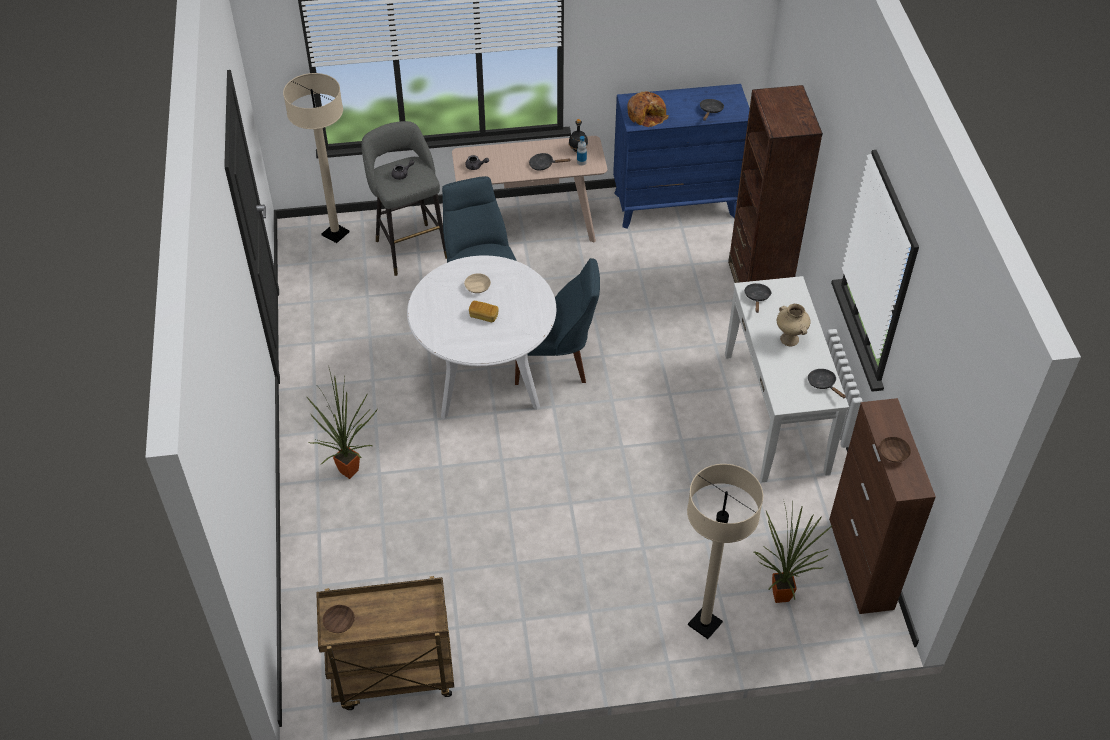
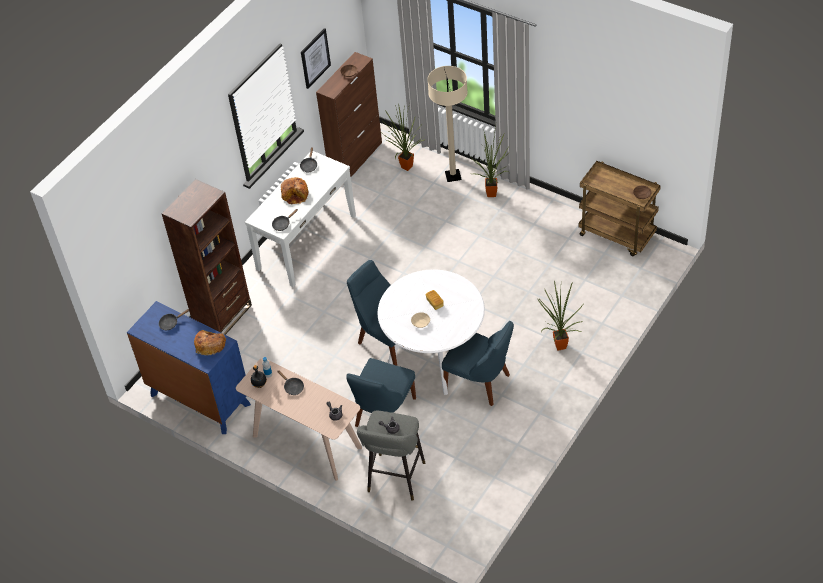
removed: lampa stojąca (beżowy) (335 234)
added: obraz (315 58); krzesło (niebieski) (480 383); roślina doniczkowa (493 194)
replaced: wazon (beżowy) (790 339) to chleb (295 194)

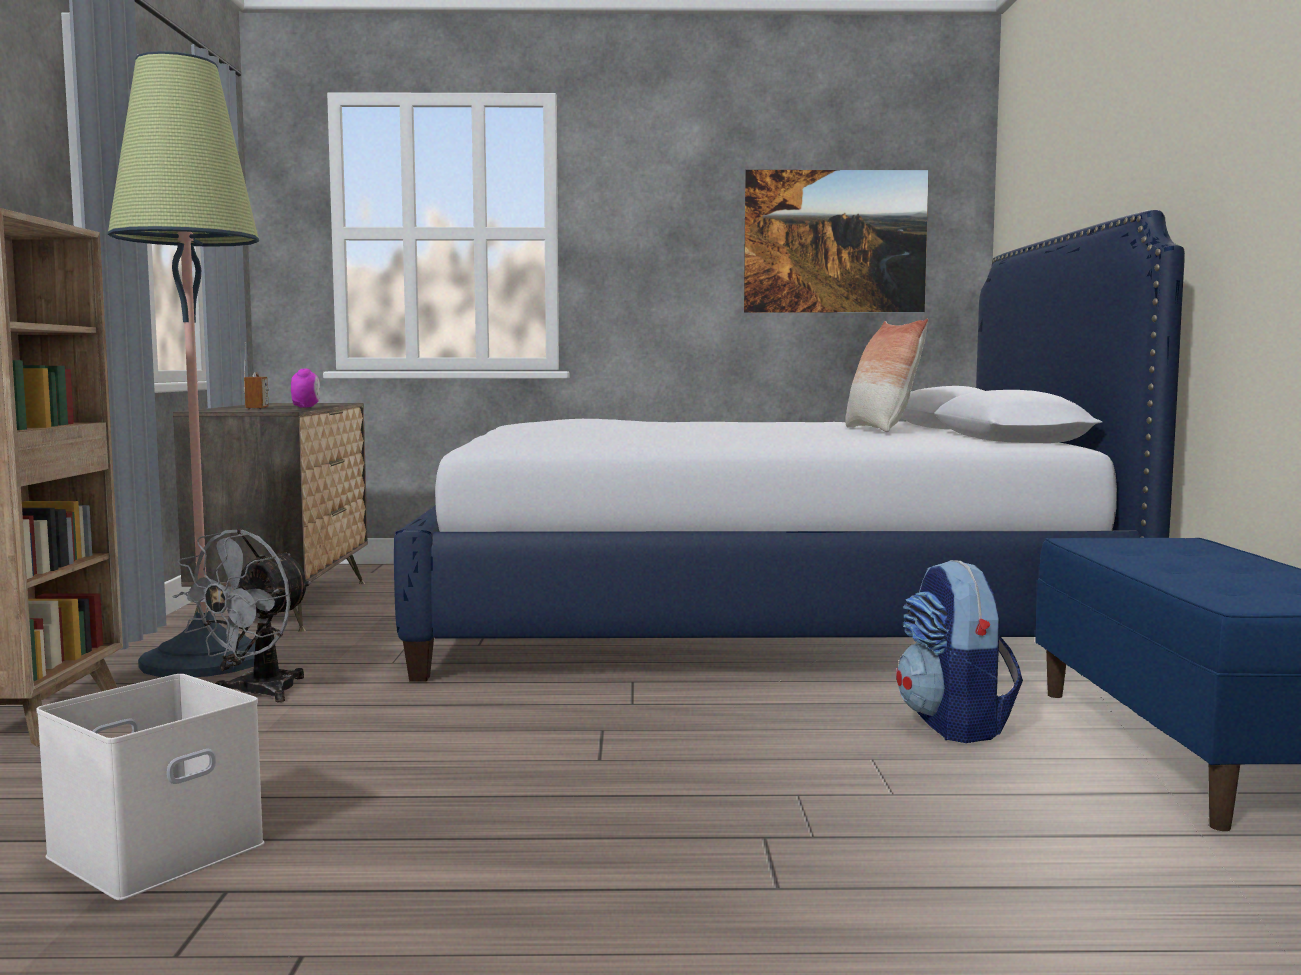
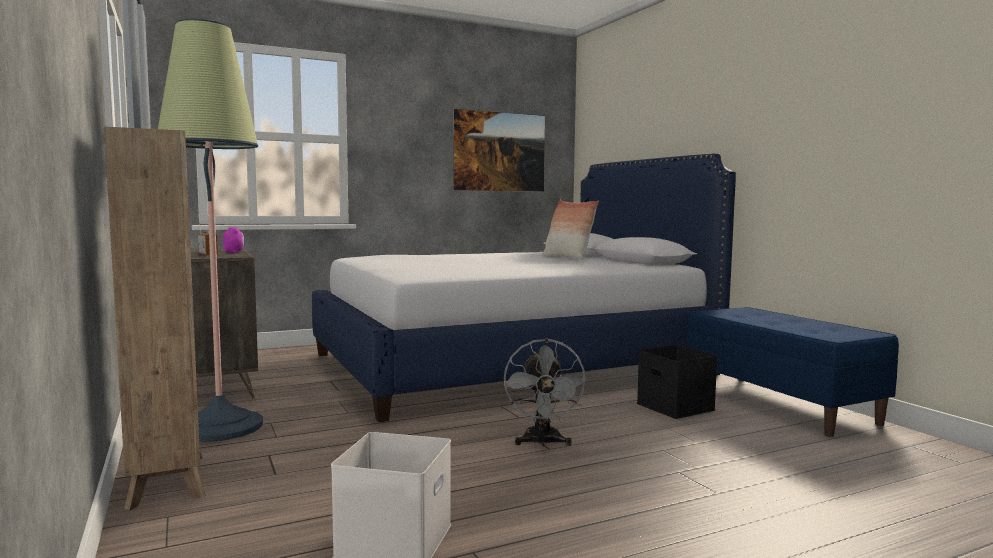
moved: wentylator (szary) (254 694) to (542 443)
replaced: plecak (955 725) to pojemnik do przechowywania (czarny) (677 407)

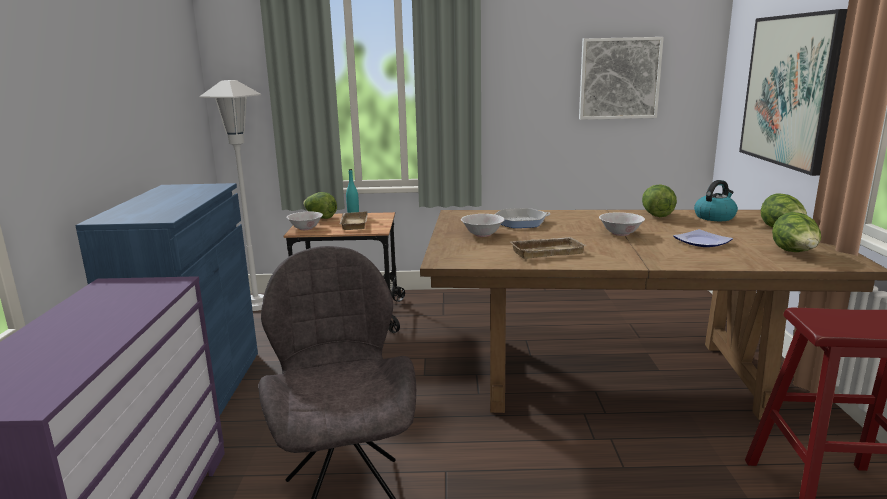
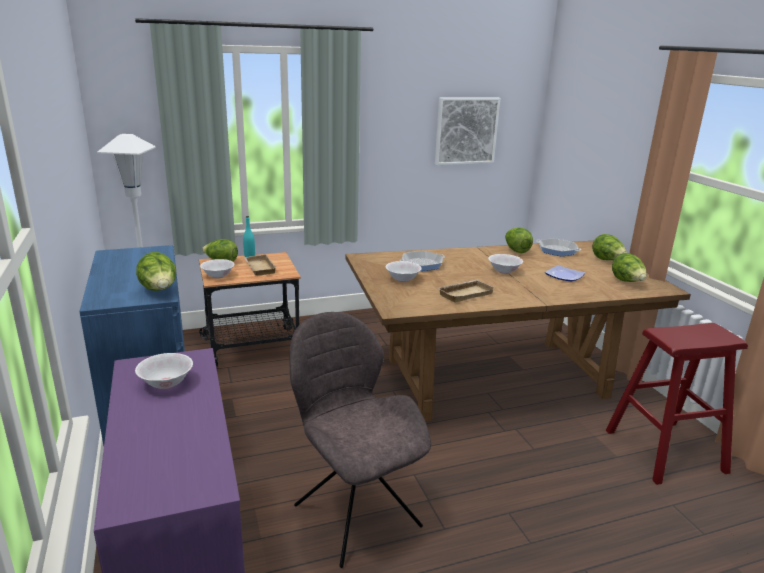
removed: obraz (789 90)
added: miska (biały) (166 383); sałata (159 290)
replaced: czajnik (714 217) to patelnia (557 250)

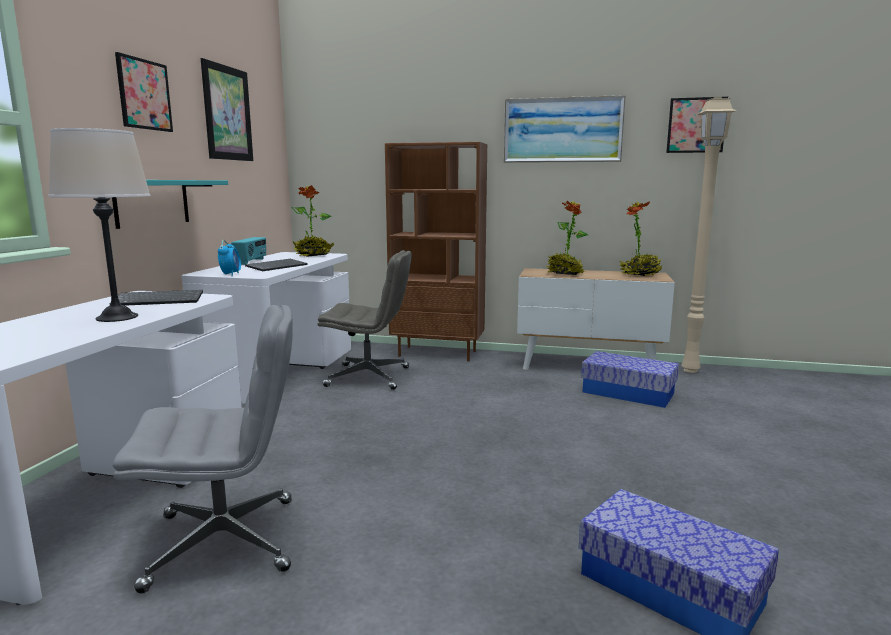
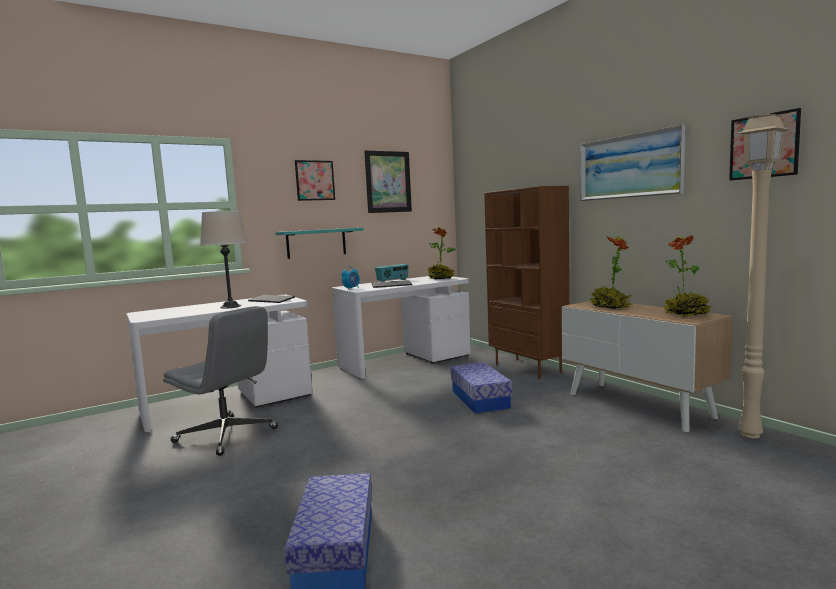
removed: krzesło biurowe (szary) (369 377)
moved: pojemnik do przechowywania (628 393) to (480 399)

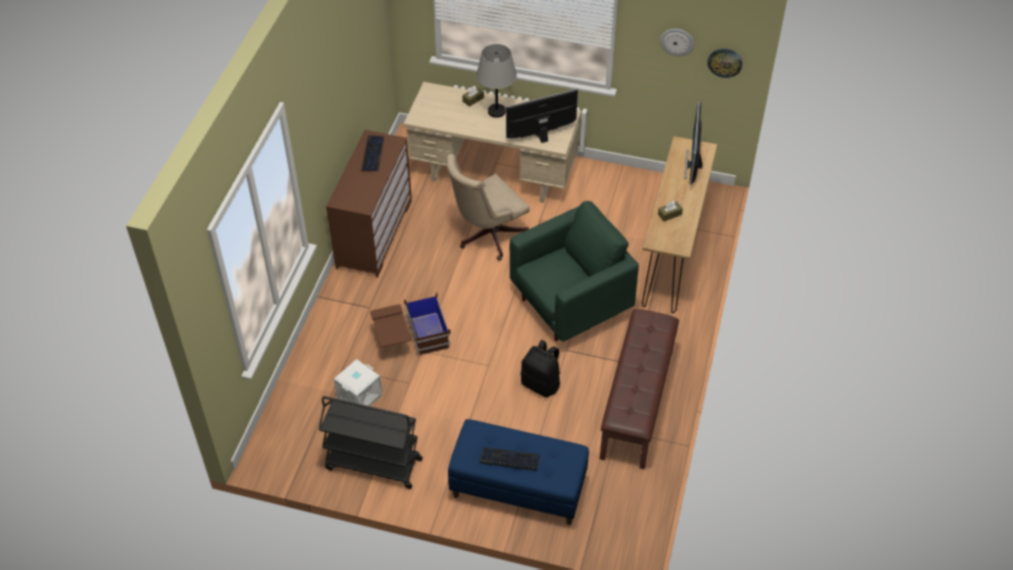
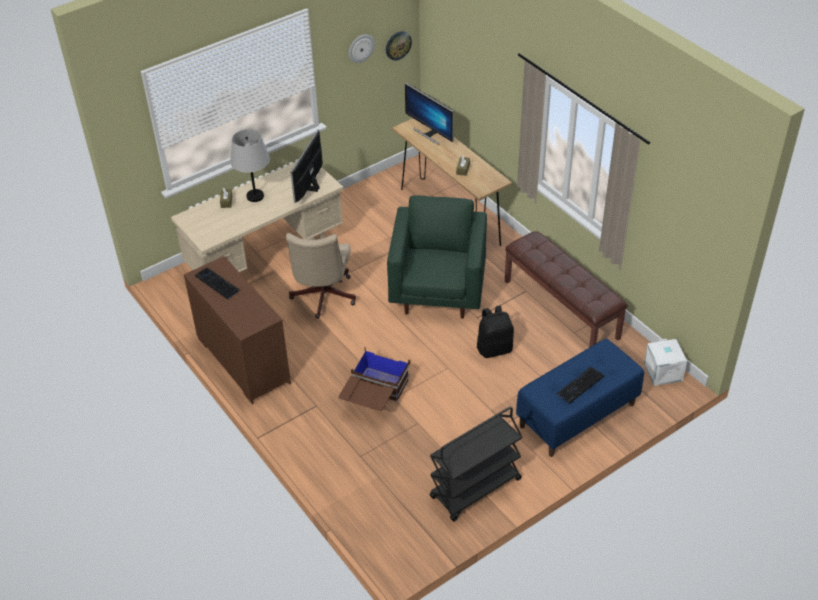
moved: pojemnik do przechowywania (biały) (359 395) to (662 372)

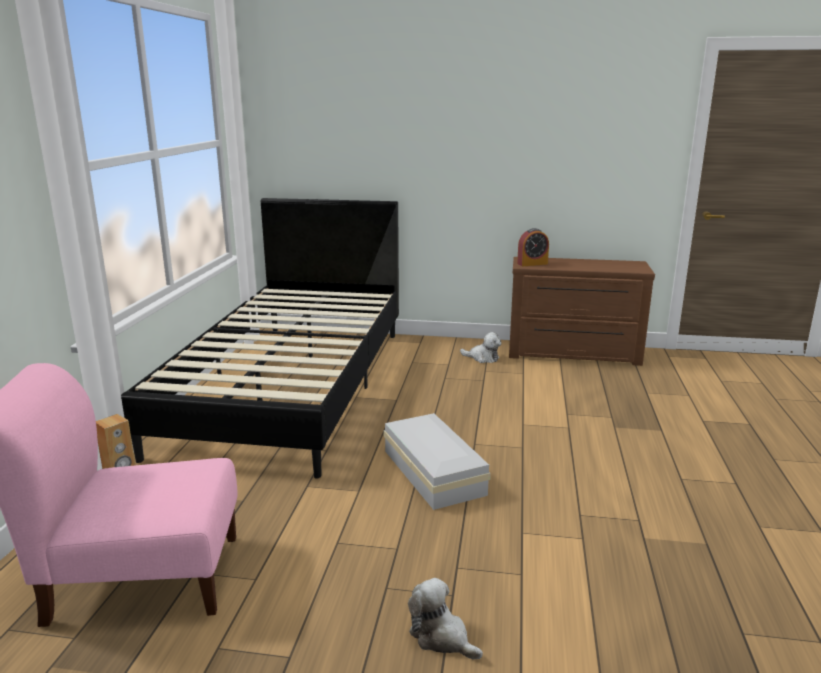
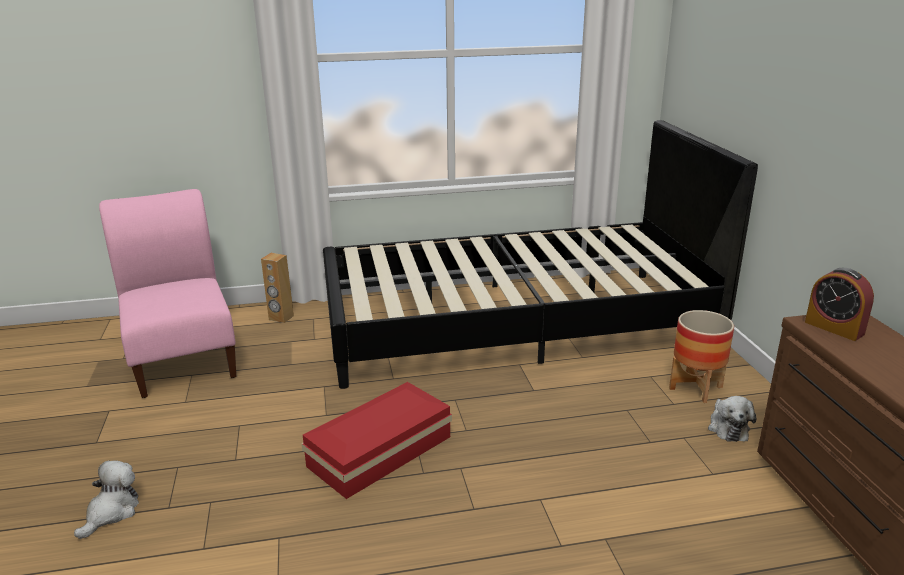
added: donica (696 388)
recoloured: pojemnik do przechowywania (biały) (434 471) to pojemnik do przechowywania (czerwony) (383 451)

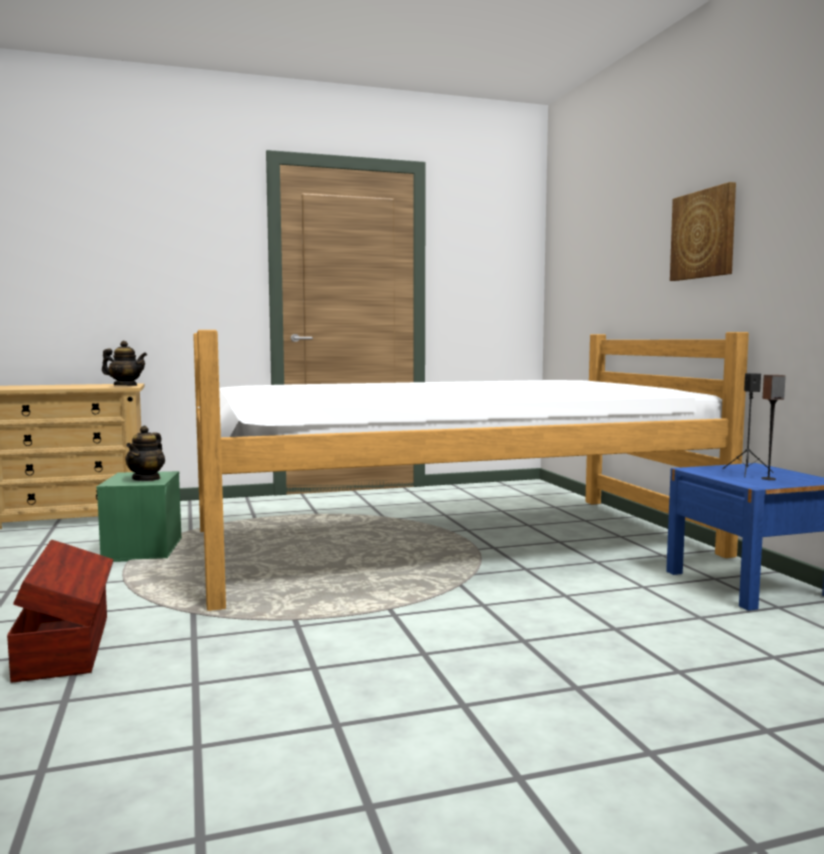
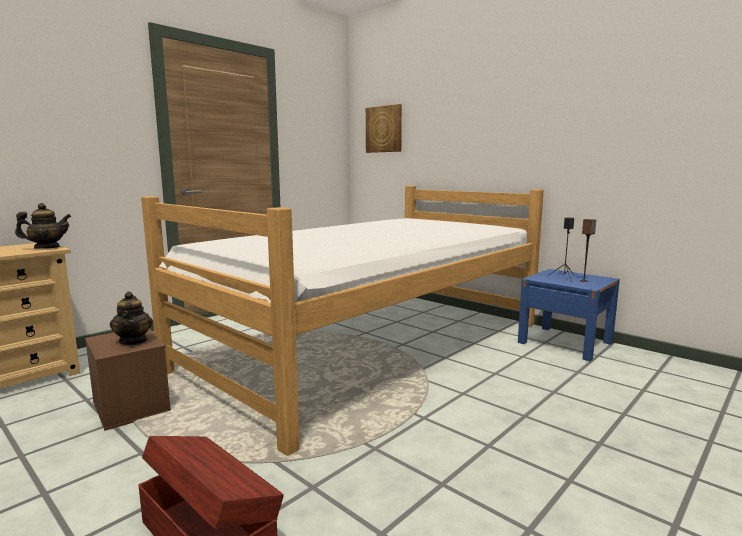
moved: obraz (704 234) to (384 129)
recoloured: pojemnik do przechowywania (zielony) (142 549) to pojemnik do przechowywania (brązowy) (130 406)

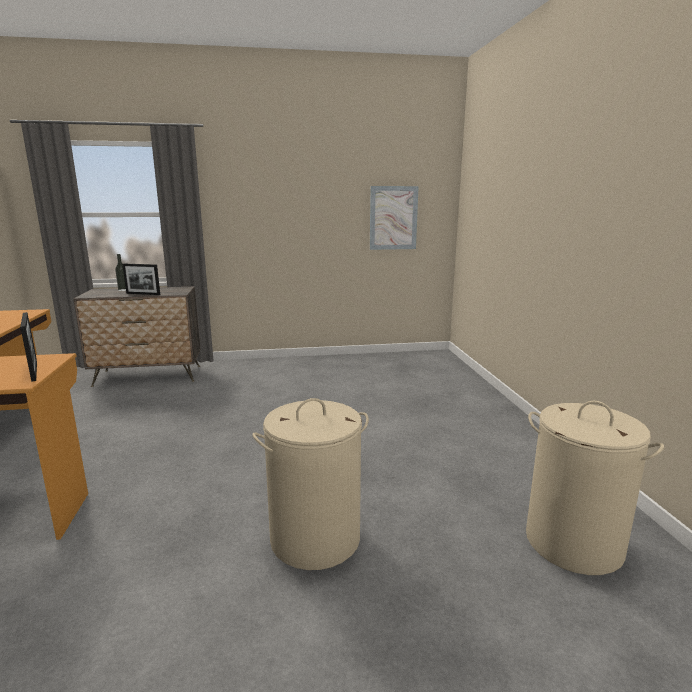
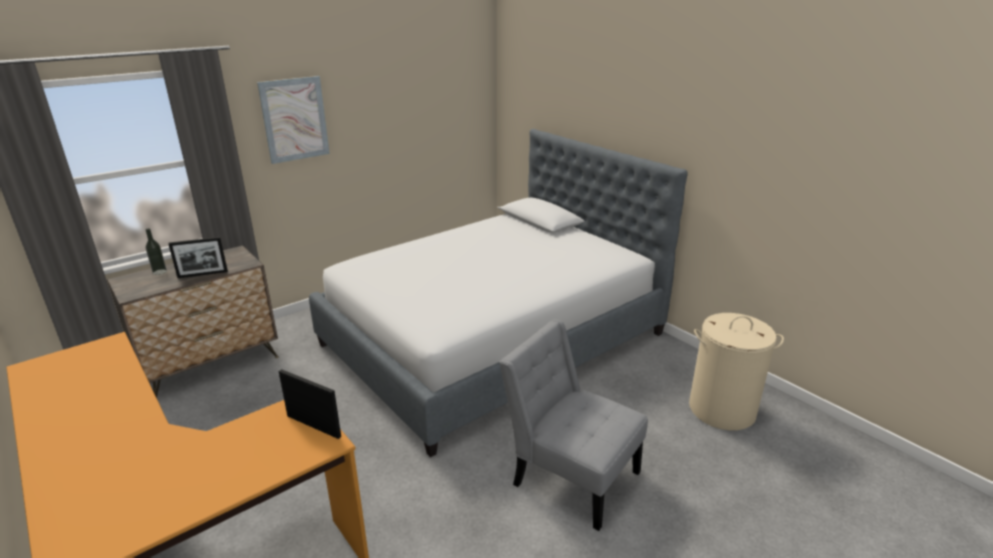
added: łóżko (493 339)
moved: obraz (393 218) to (294 119)
replaced: kosz na pranie (beżowy) (315 538) to krzesło (szary) (570 474)

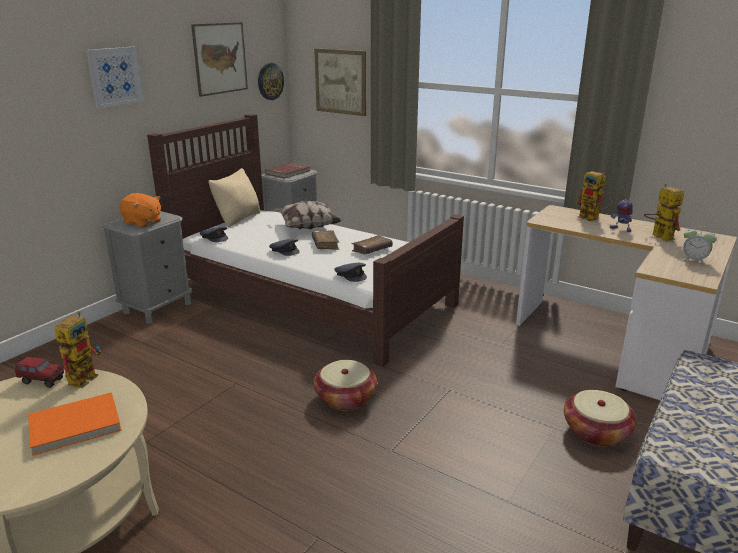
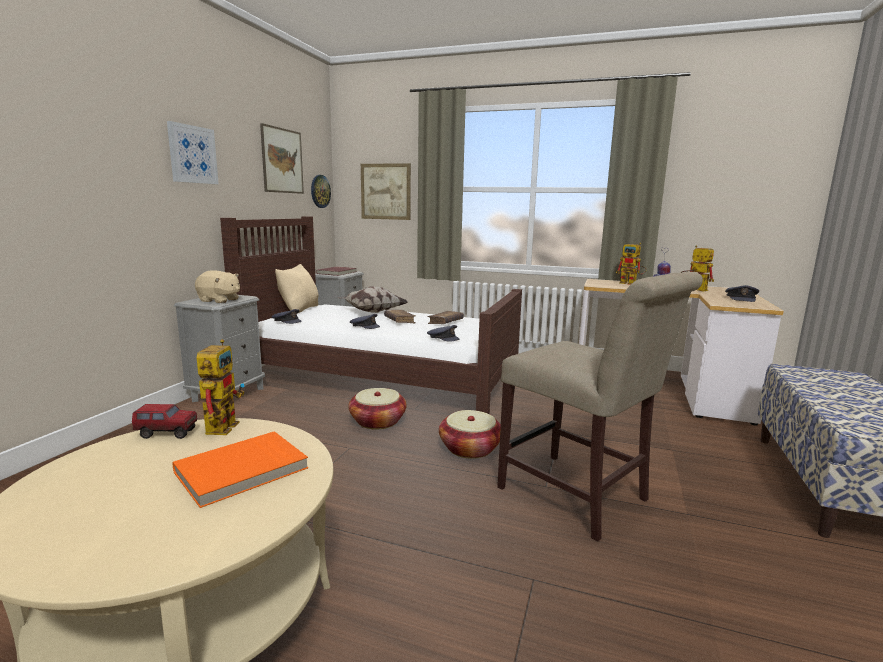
added: krzesło (beżowy) (579 497)
moved: koszyk (596 432) to (377 421)
replaced: budzik (694 261) to czapka z daszkiem (szary) (741 299)
recoloured: pluszak (pomarańczowy) (142 222) to pluszak (beżowy) (219 300)

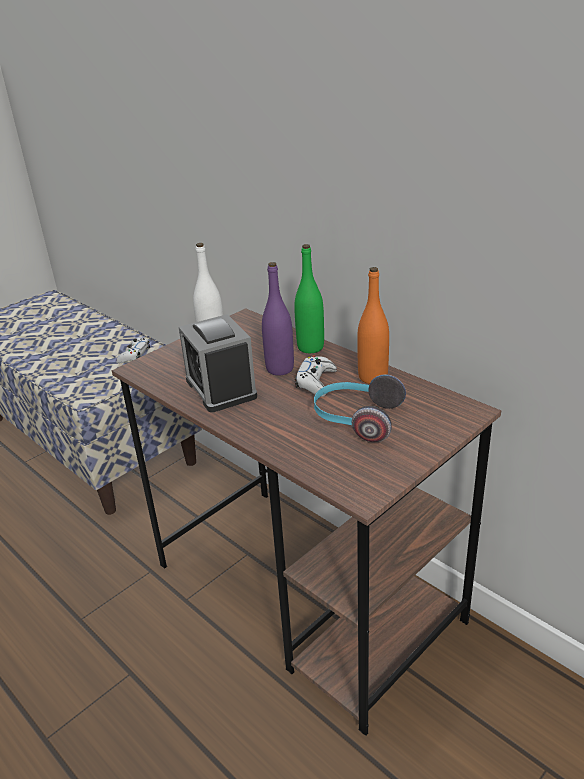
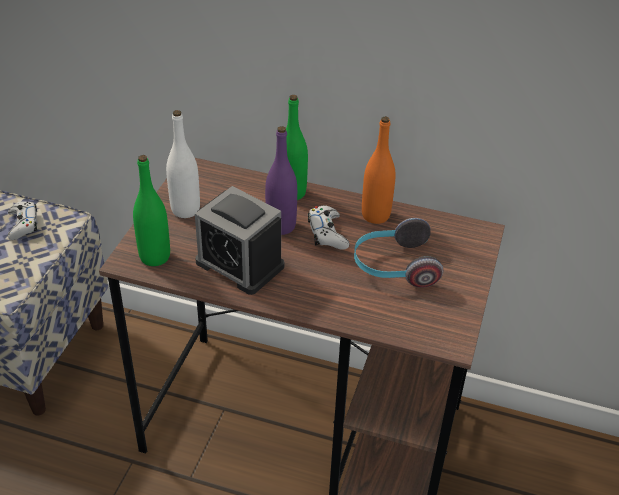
added: butelka (zielony) (155 257)

